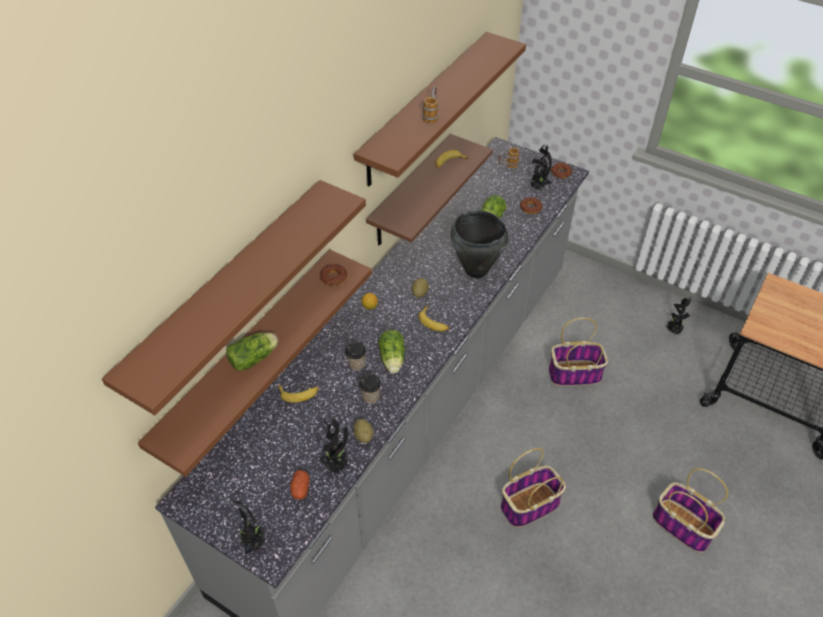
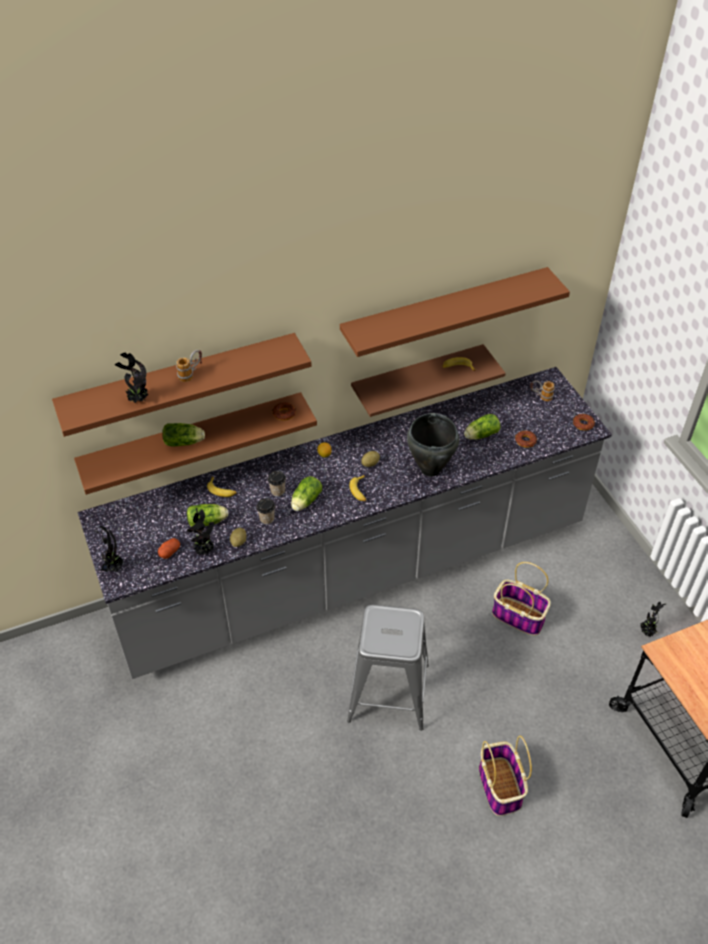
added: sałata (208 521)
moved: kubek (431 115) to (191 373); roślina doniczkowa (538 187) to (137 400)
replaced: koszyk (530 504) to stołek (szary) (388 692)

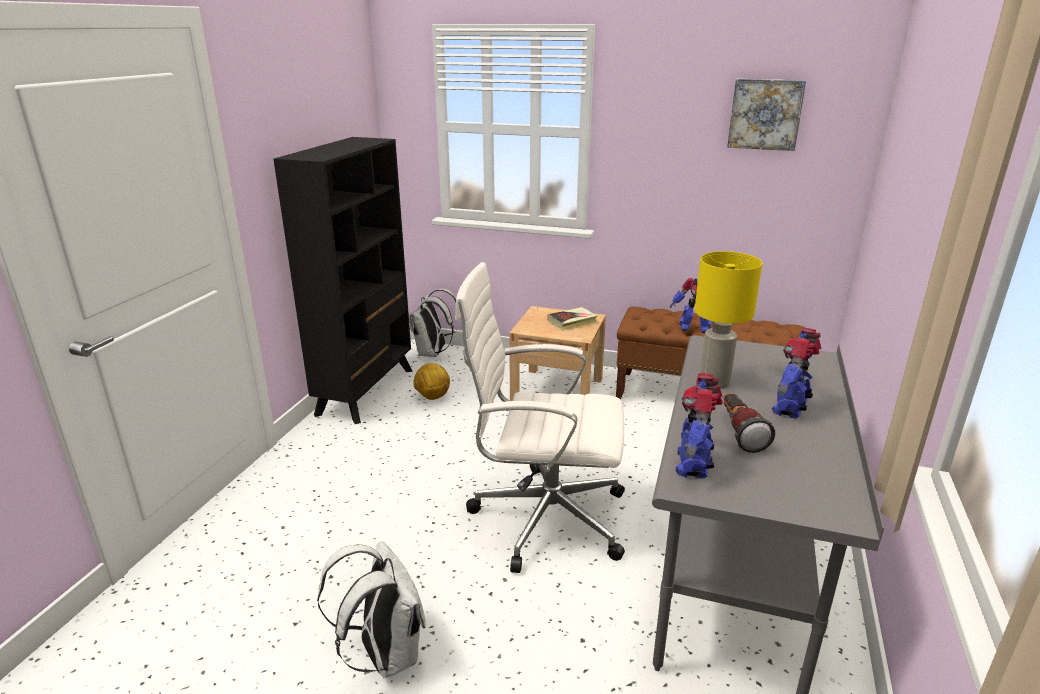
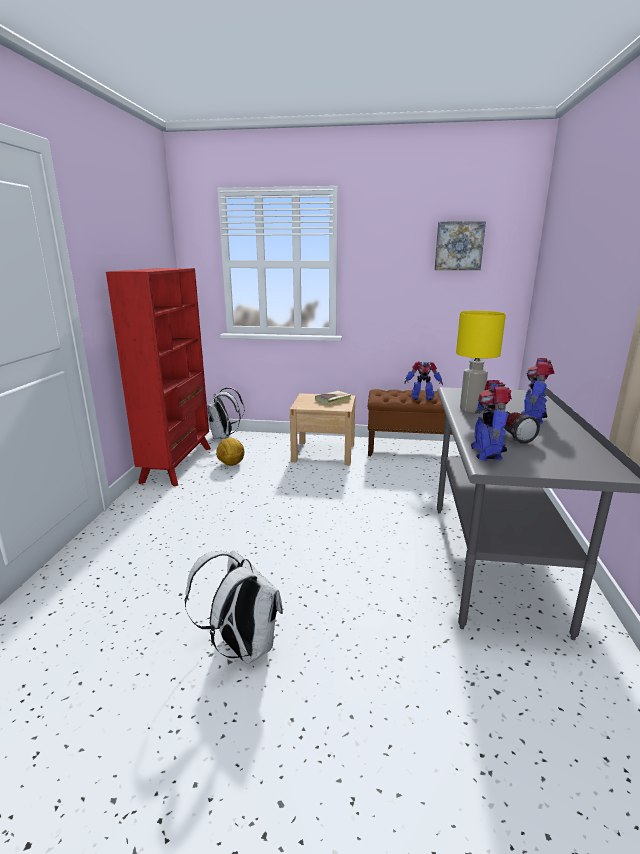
removed: krzesło biurowe (biały) (544 517)
recoloured: regał (czarny) (366 391) to regał (czerwony) (178 464)

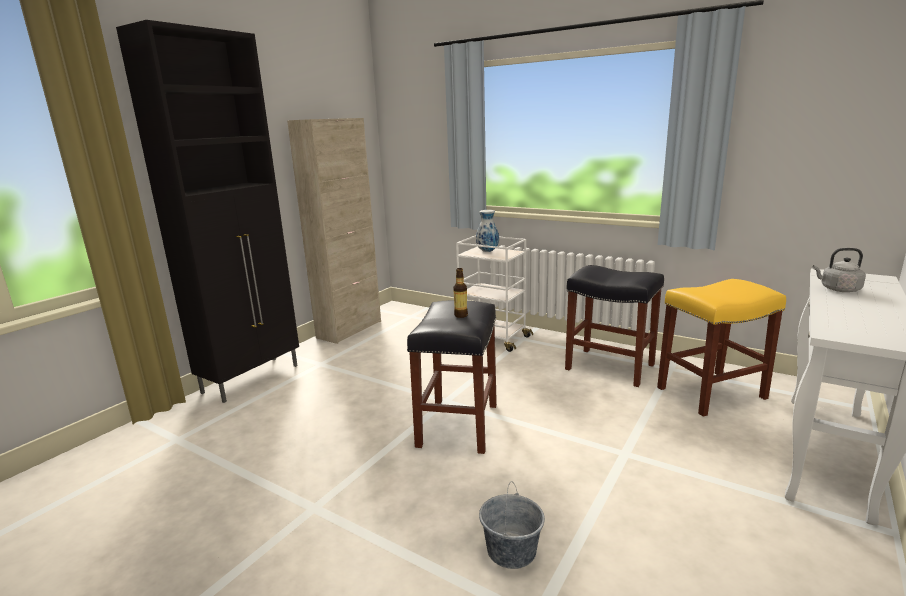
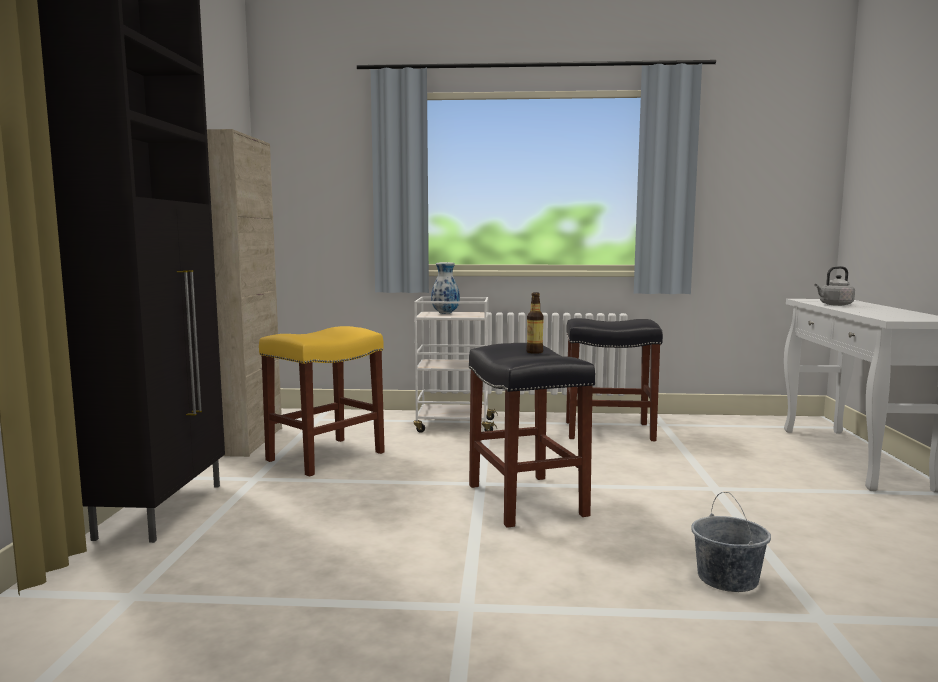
moved: stołek (żółty) (711 392) to (326 456)

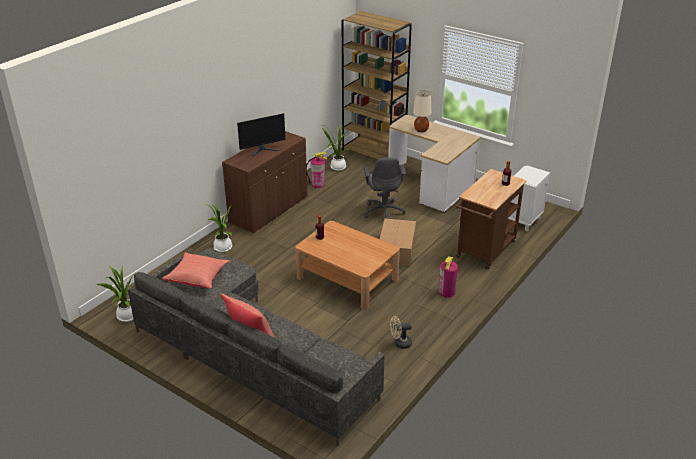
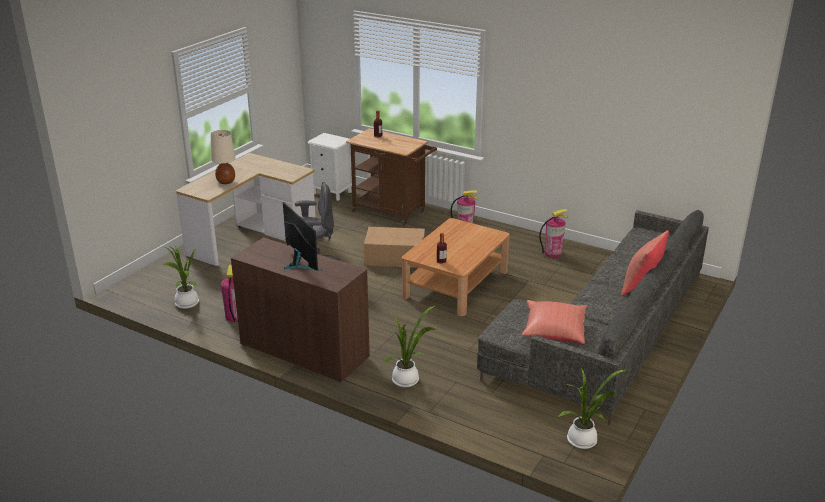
removed: regał (brązowy) (374 153)
replaced: wentylator (beżowy) (400 344) to gaśnica (553 253)

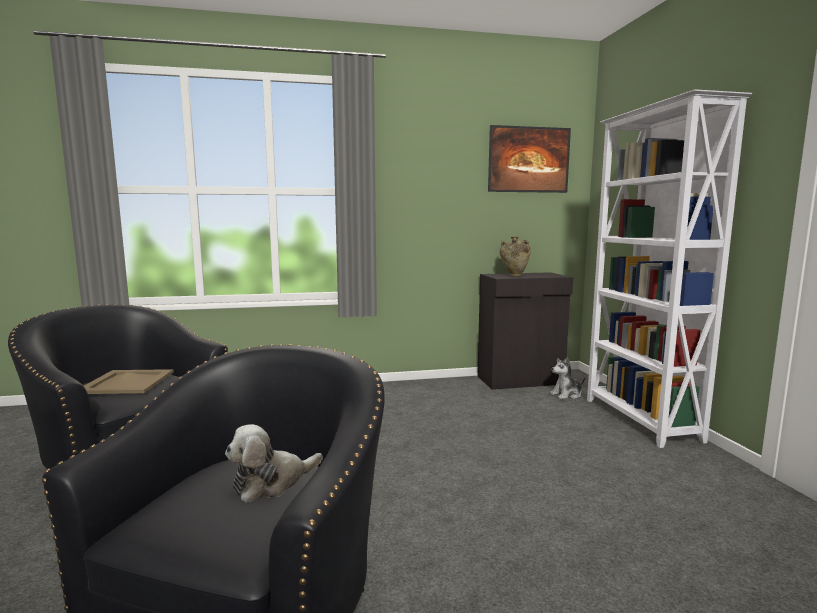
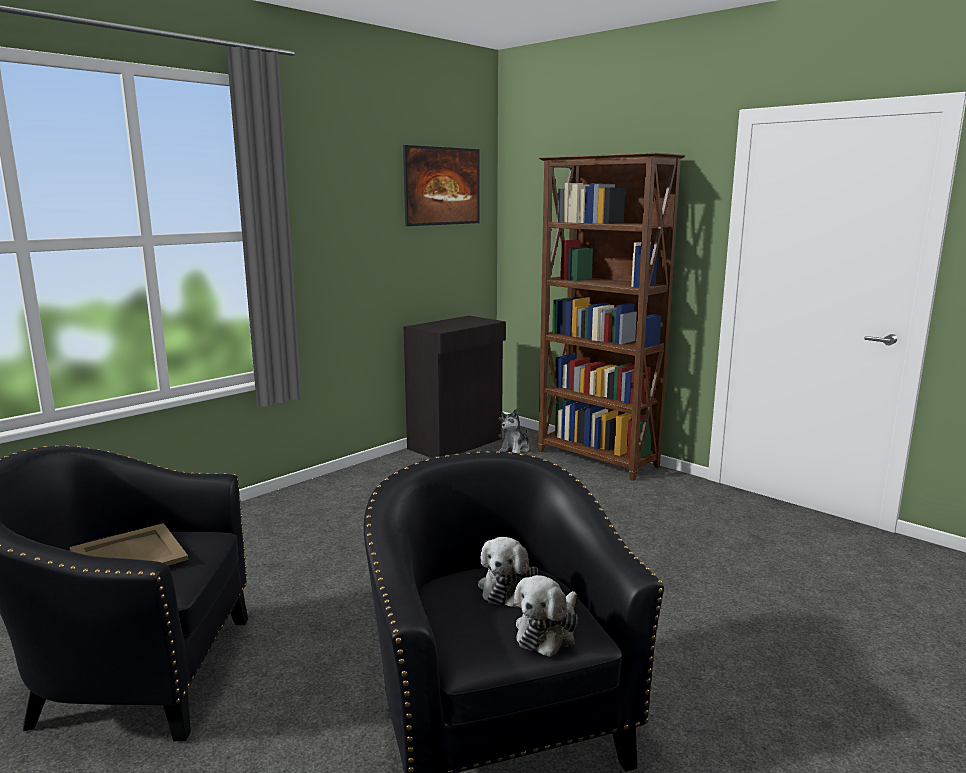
removed: wazon (beżowy) (514 275)
added: pluszak (548 631)
recoloured: regał (biały) (640 420) to regał (brązowy) (597 459)

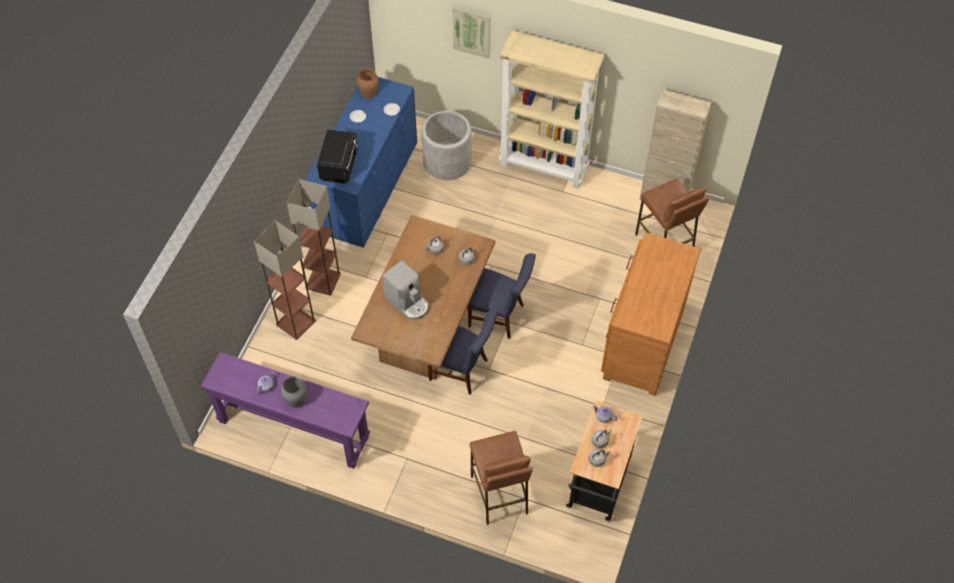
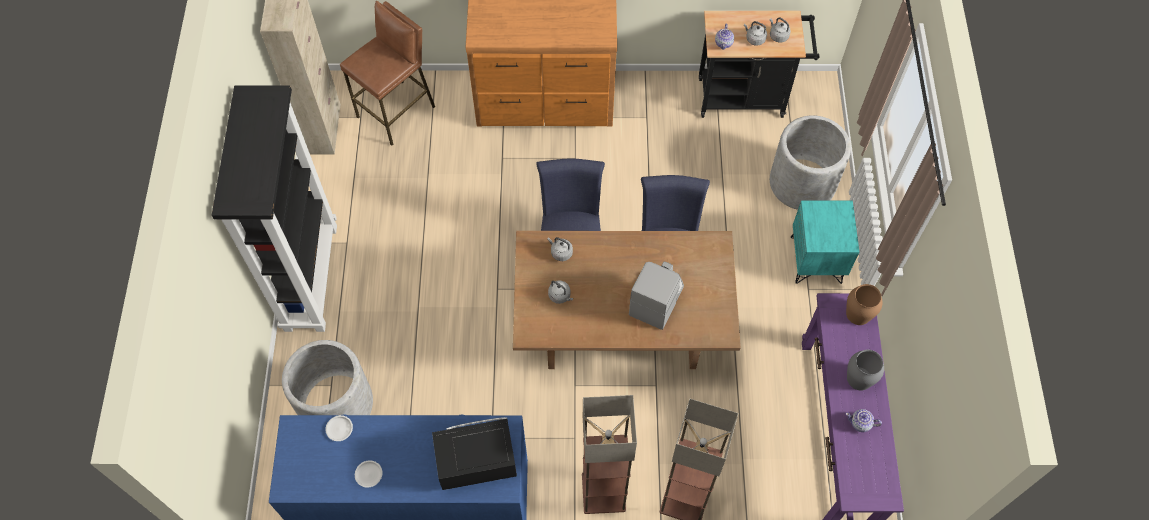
removed: obraz (472 31)
added: szafka nocna (turkusowy) (816 260)
moved: wazon (brązowy) (369 92) to (858 313)
replaced: stołek (brązowy) (499 495) to donica (szary) (802 183)
recoloured: regał (beżowy) (544 167) to regał (czarny) (310 276)

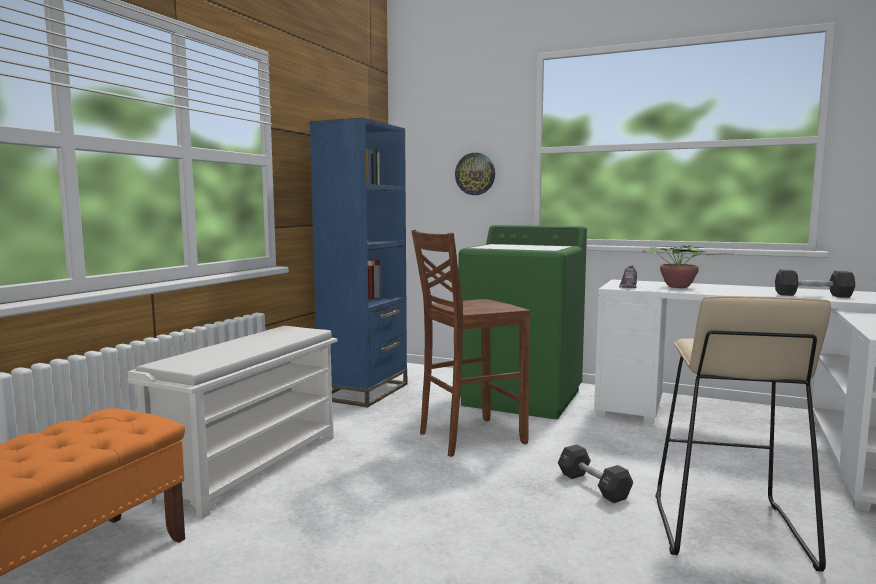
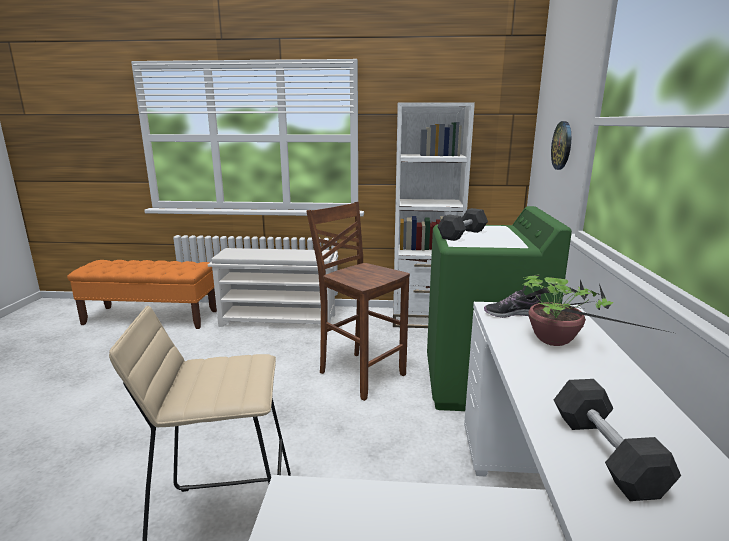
moved: hantel (czarny) (593 486) to (462 234)
recoloured: regał (niebieski) (364 391) to regał (biały) (424 319)

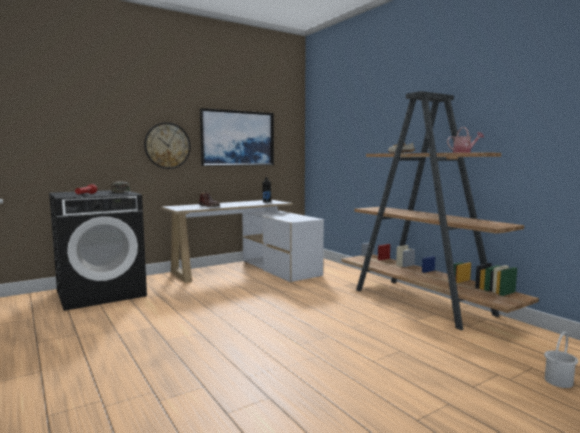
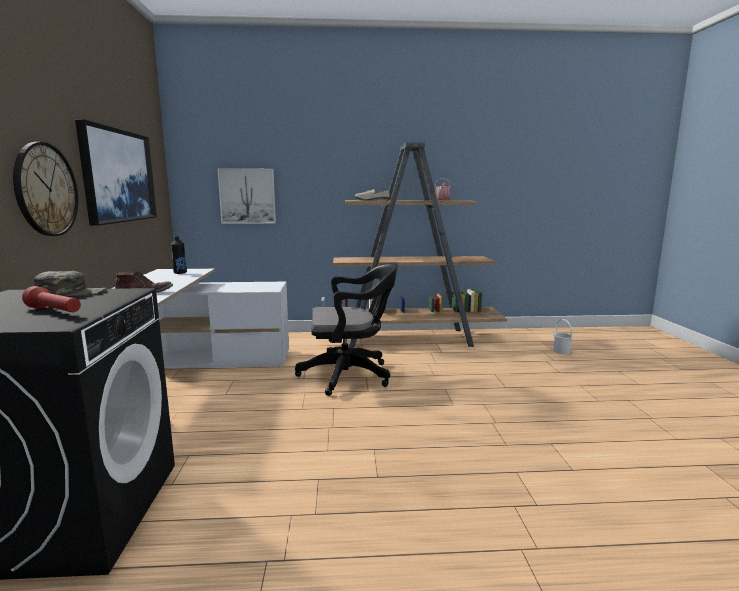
added: obraz (247 196); krzesło biurowe (czarny) (350 375)

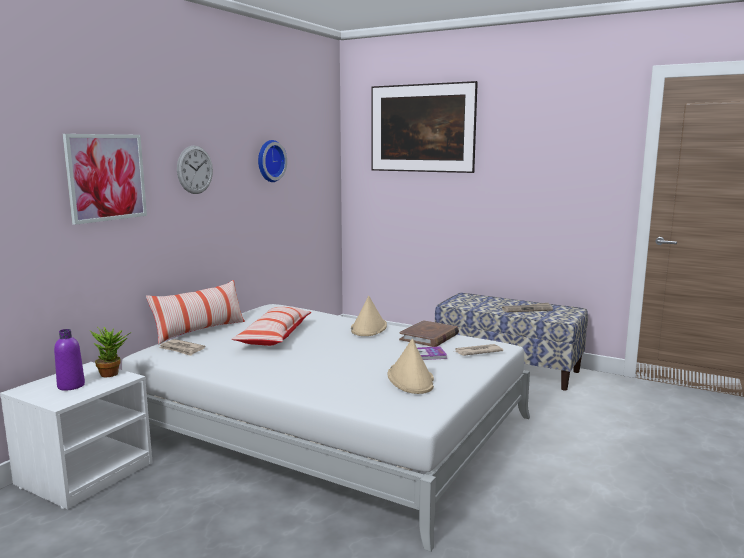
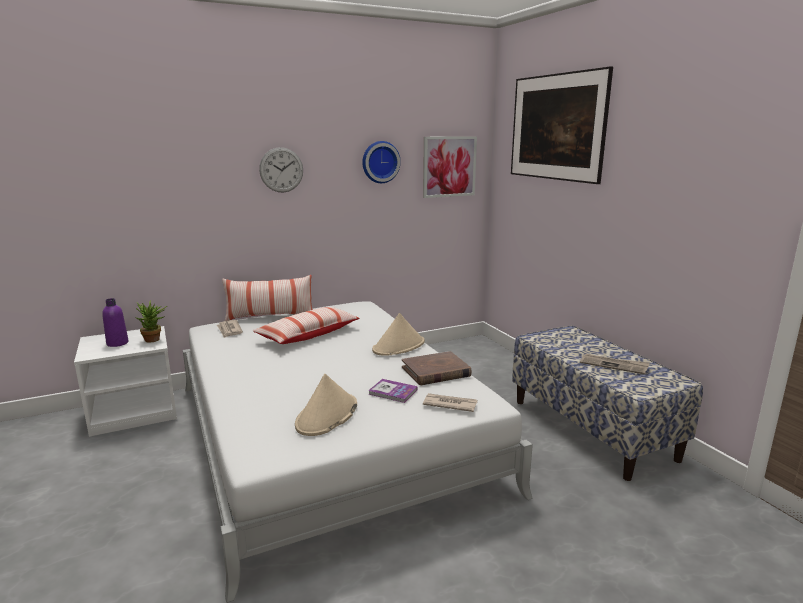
moved: obraz (106 177) to (449 166)

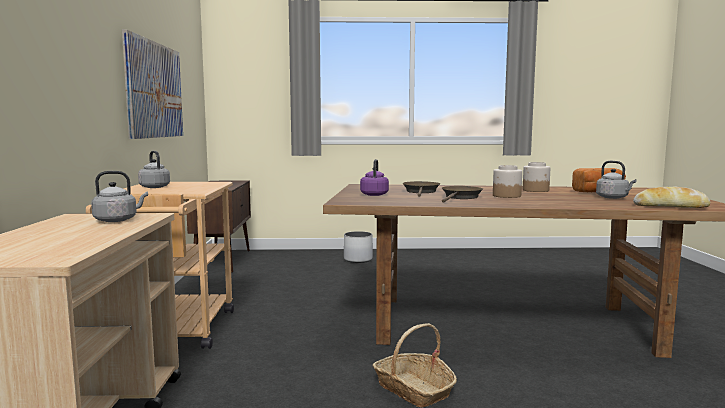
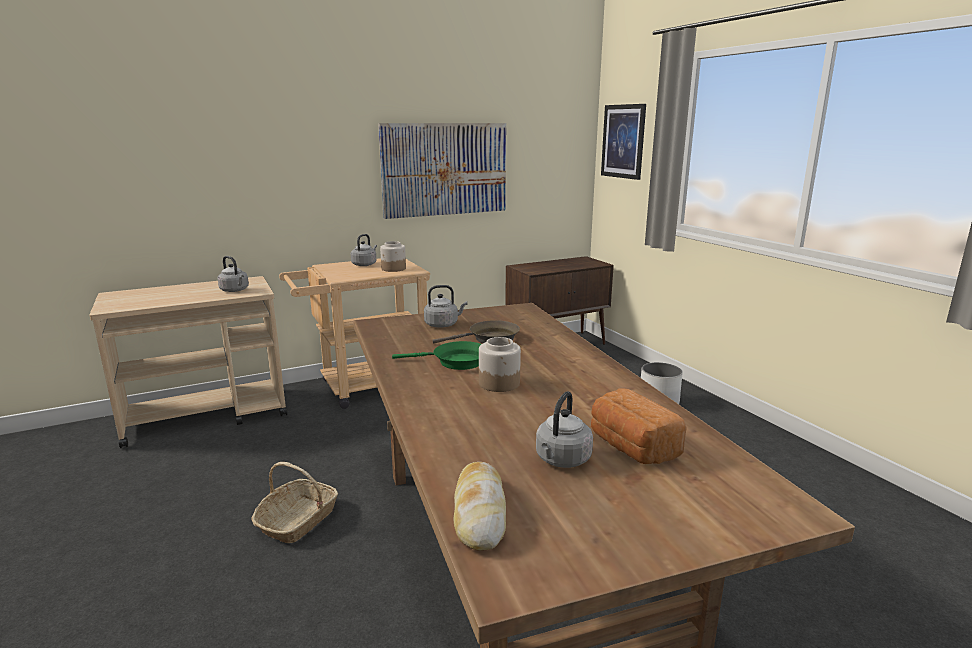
added: obraz (623 141)
moved: słoik (536 190) to (393 269)
recoloured: czajnik (fioletowy) (374 194) to czajnik (szary) (443 324); patelnia (brązowy) (460 197) to patelnia (zielony) (455 362)

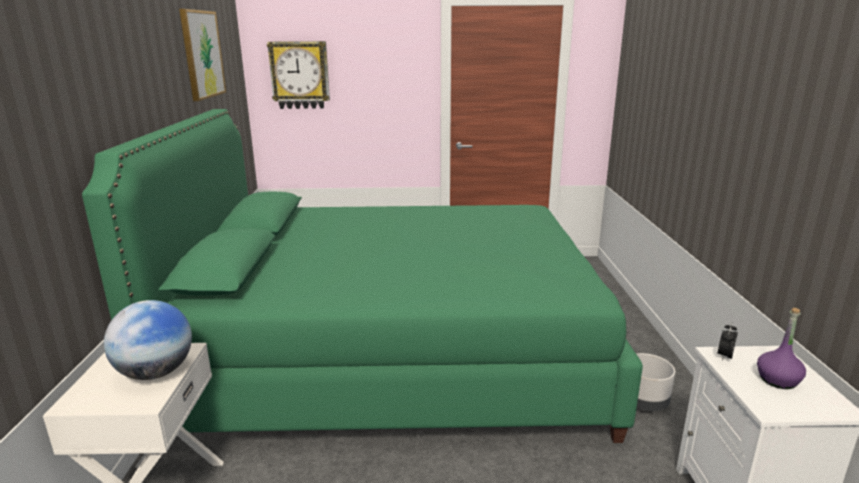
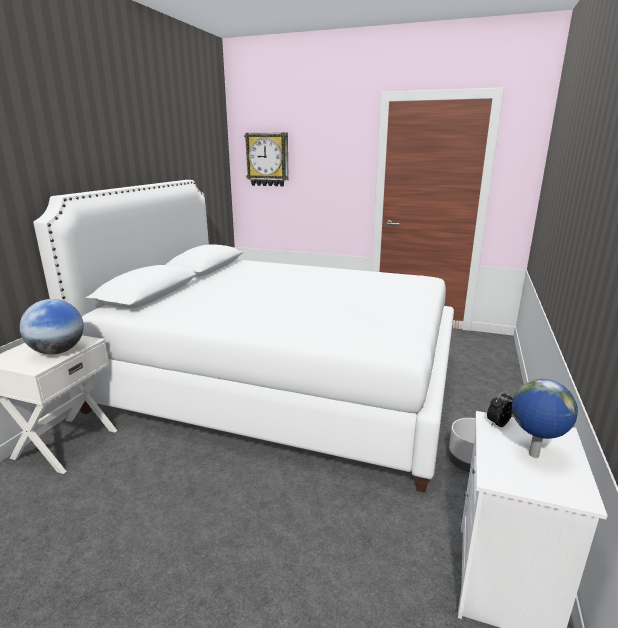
removed: obraz (202 54)
replaced: butelka (fioletowy) (778 380) to globus (533 455)
recoloured: łóżko (zielony) (394 355) to łóżko (biały) (281 383)

